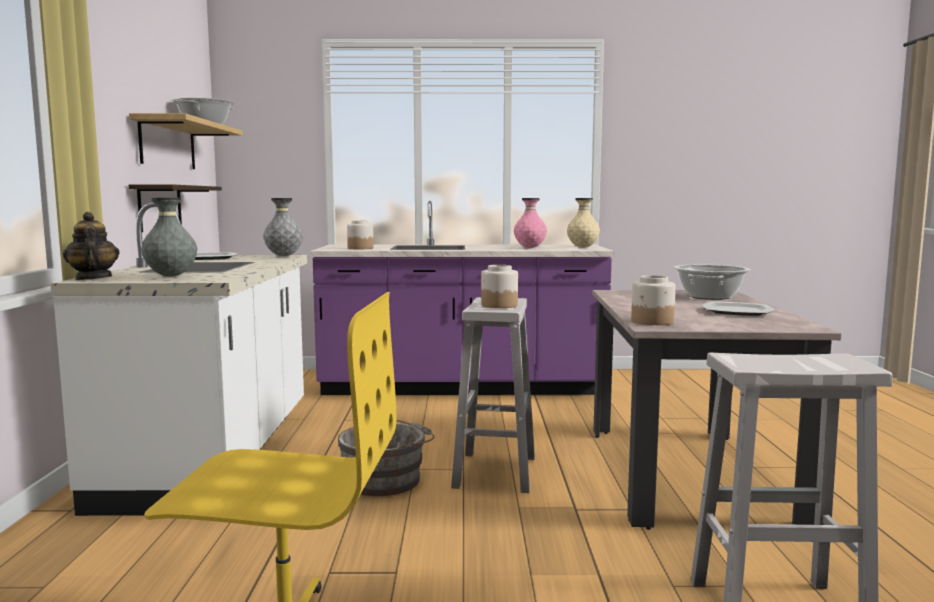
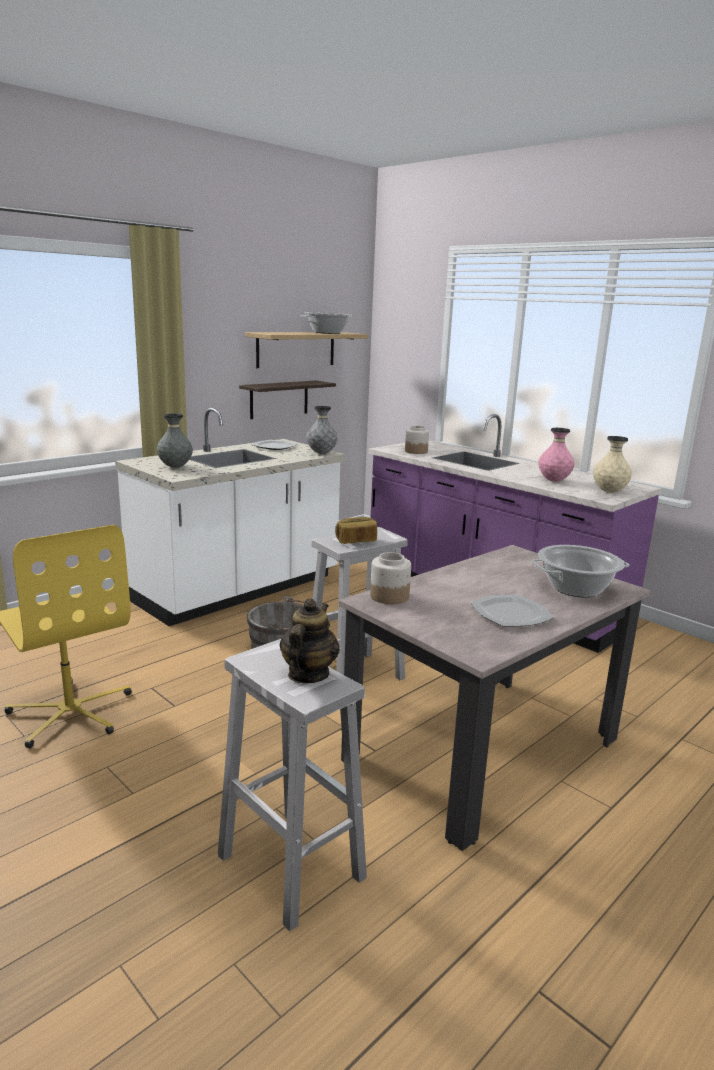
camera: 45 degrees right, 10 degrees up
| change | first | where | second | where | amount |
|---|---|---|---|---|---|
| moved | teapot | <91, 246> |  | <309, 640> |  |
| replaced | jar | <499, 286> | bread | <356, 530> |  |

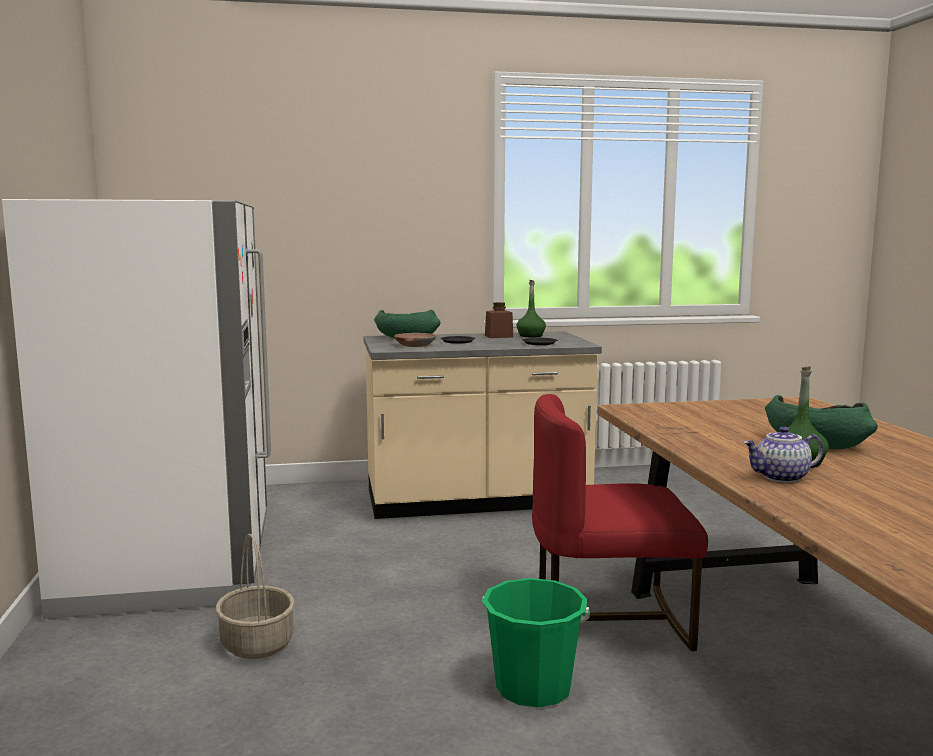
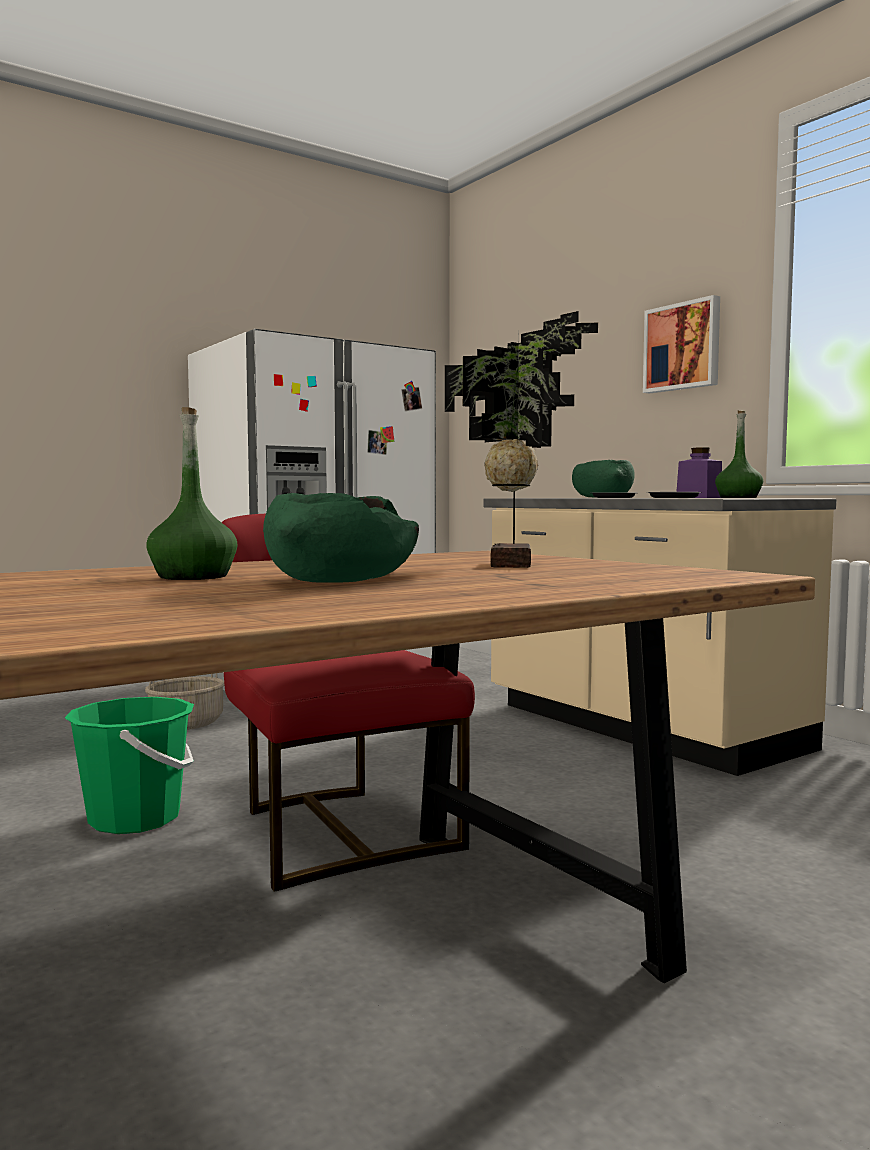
camera: 65 degrees right, 5 degrees down
| change | first | where | second | where | amount |
|---|---|---|---|---|---|
| removed | brown serving bowl | <415, 340> |  |  |  |
| removed | teapot | <783, 455> |  |  |  |
| added |  |  | potted plant | <521, 439> |  |
| added |  |  | picture | <681, 344> |  |
| recoloured | brown jar | <499, 320> | purplish jar | <699, 472> |  |

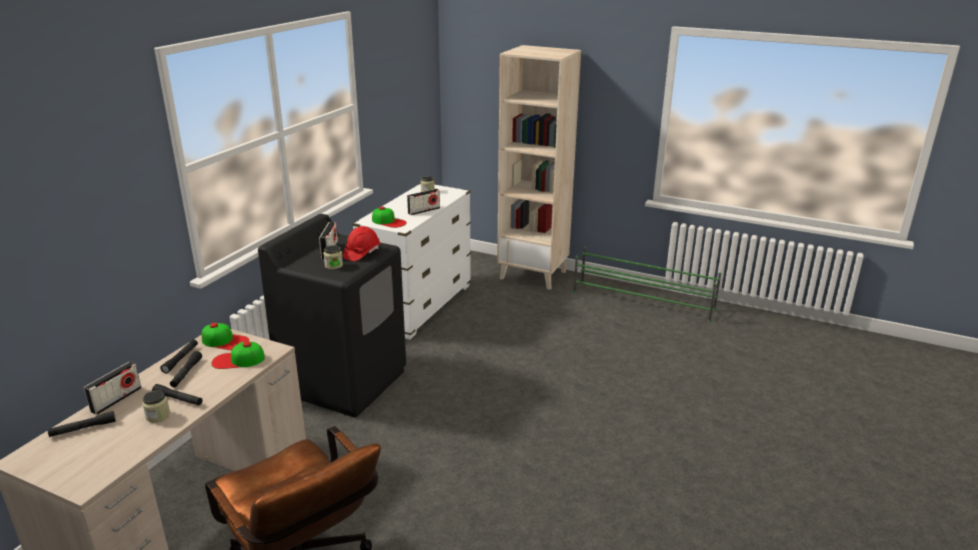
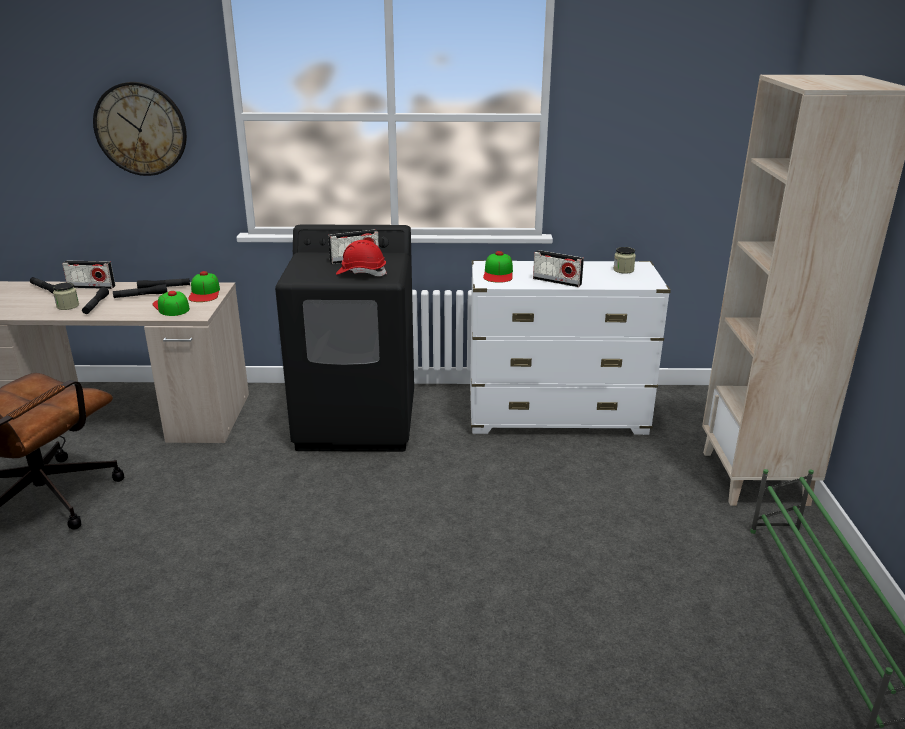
camera: 65 degrees right, 0 degrees up
| change | first | where | second | where | amount |
|---|---|---|---|---|---|
| removed | jar | <333, 257> |  |  |  |
| added |  |  | wall clock | <140, 129> |  |

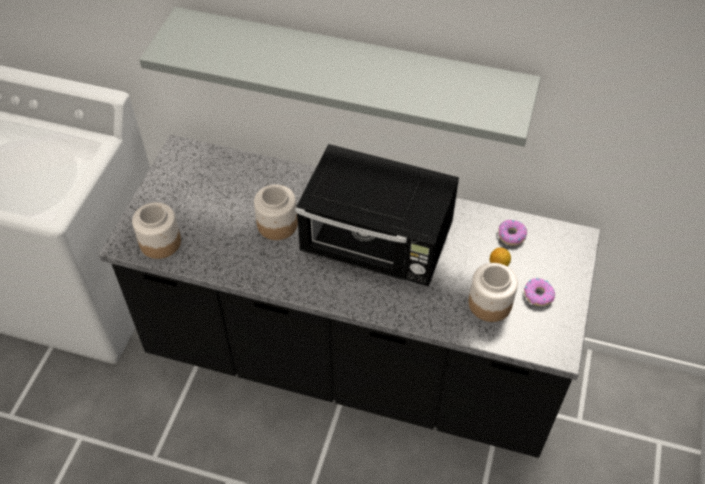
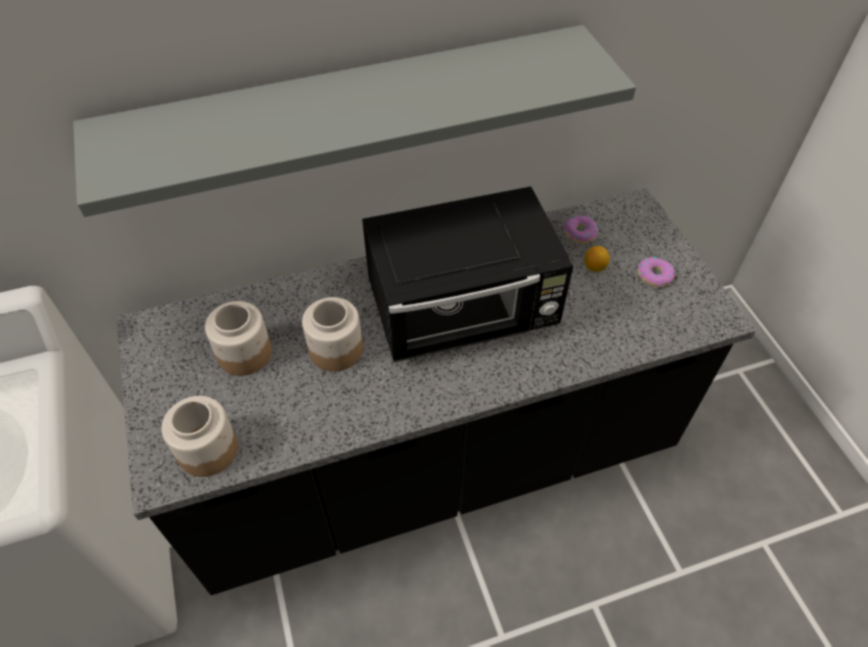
camera: 35 degrees left, 0 degrees up
| change | first | where | second | where | amount |
|---|---|---|---|---|---|
| moved | jar | <493, 292> |  | <238, 338> |  |

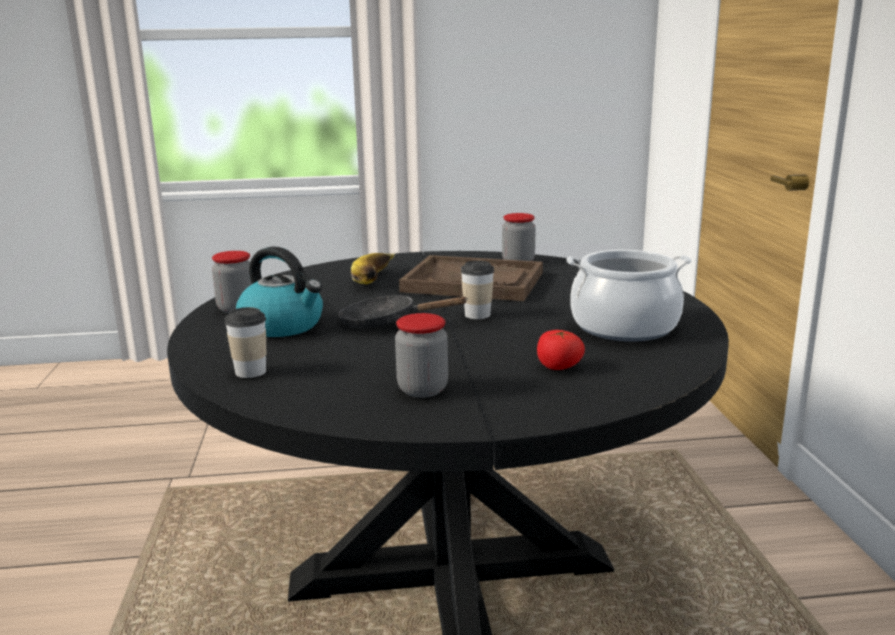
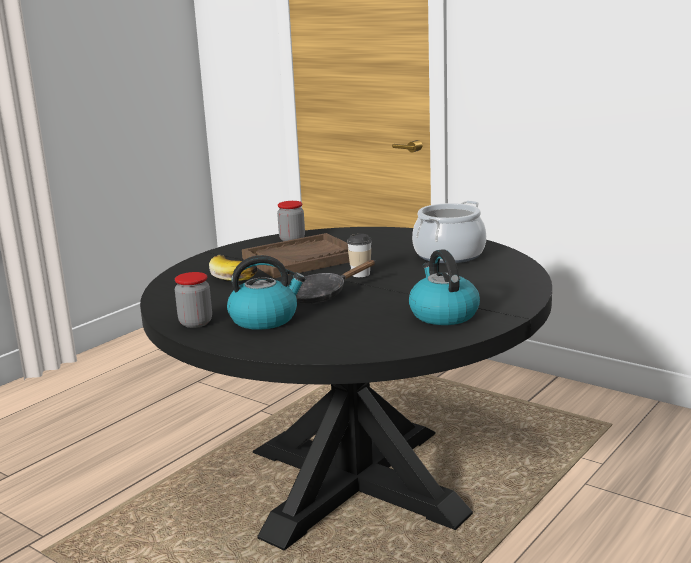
camera: 45 degrees left, 0 degrees up
| change | first | where | second | where | amount |
|---|---|---|---|---|---|
| removed | cup | <245, 342> |  |  |  |
| removed | tomato | <561, 350> |  |  |  |
| replaced | jar | <421, 355> | tea kettle | <444, 287> |  |

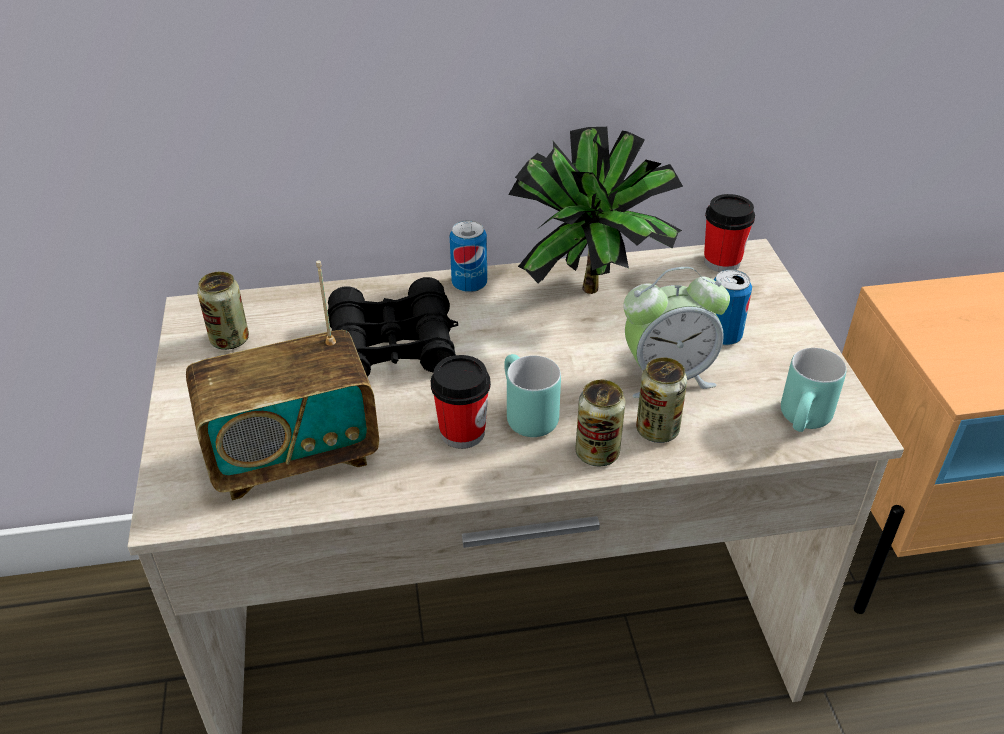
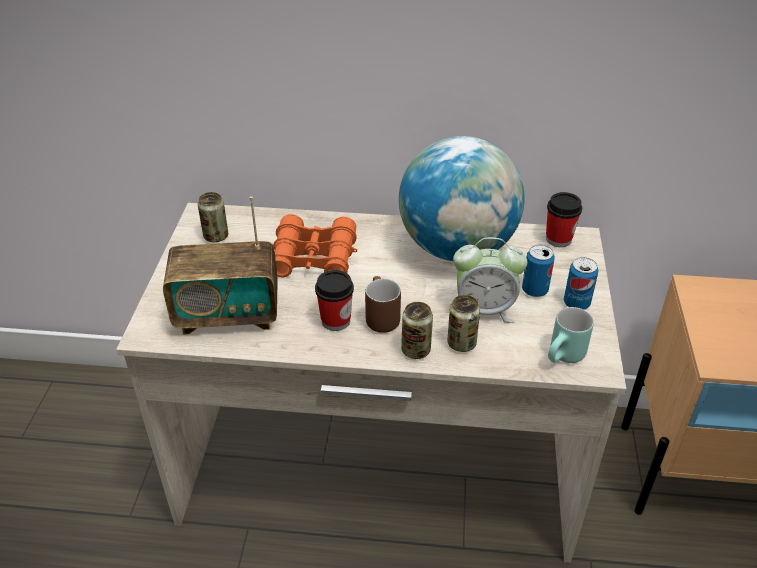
camera: 15 degrees right, 0 degrees up
| change | first | where | second | where | amount |
|---|---|---|---|---|---|
| moved | sealed can | <468, 256> |  | <581, 283> |  |
| replaced | potted plant | <595, 210> | world globe | <462, 198> |  |
| recoloured | black-coloured field glasses | <393, 327> | orangey field glasses | <315, 246> |  |
| recoloured | turquoise coffee mug | <532, 395> | brown coffee mug | <383, 304> |  |

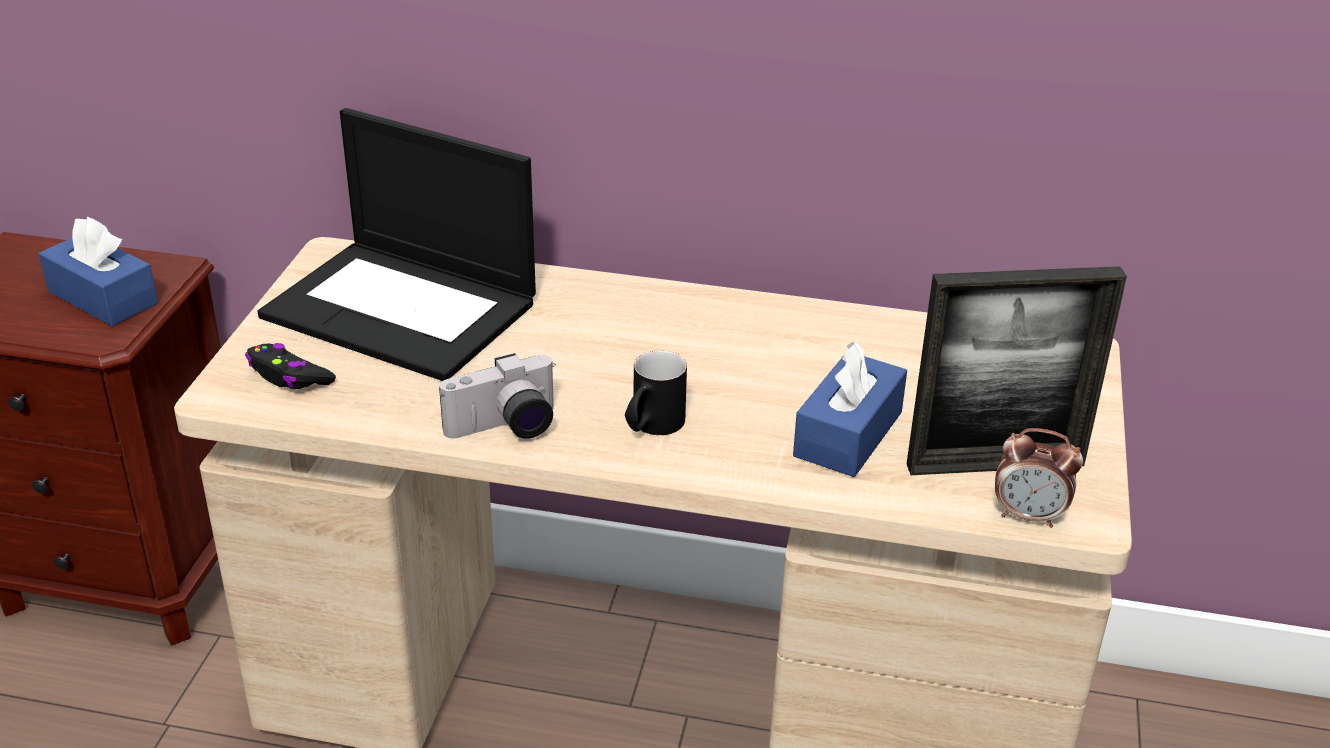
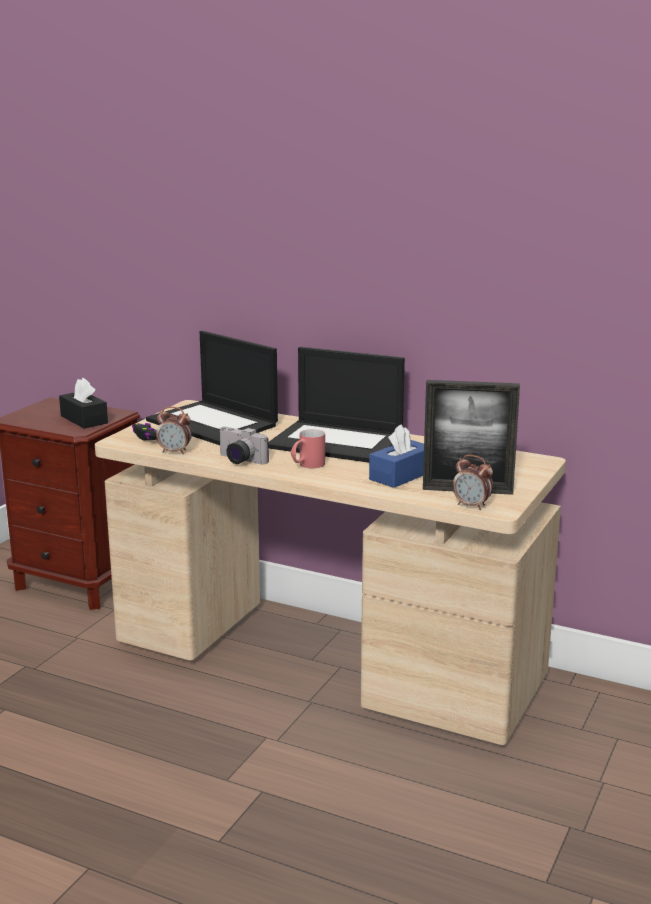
camera: 15 degrees right, 15 degrees down
| change | first | where | second | where | amount |
|---|---|---|---|---|---|
| added |  |  | alarm clock | <174, 430> |  |
| added |  |  | laptop | <336, 405> |  |
| recoloured | bluish tissue box | <98, 271> | black-coloured tissue box | <83, 403> |  |
| recoloured | black-coloured coffee mug | <656, 392> | red-coloured coffee mug | <308, 448> |  |
| turned | photo camera | <497, 396> |  | <243, 445> | 45 degrees clockwise |

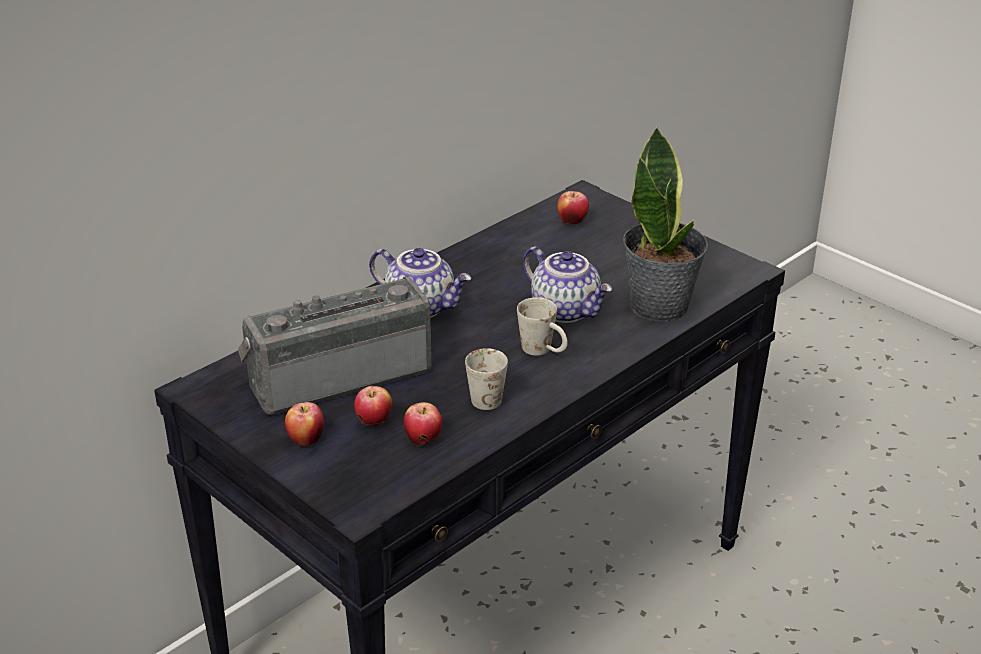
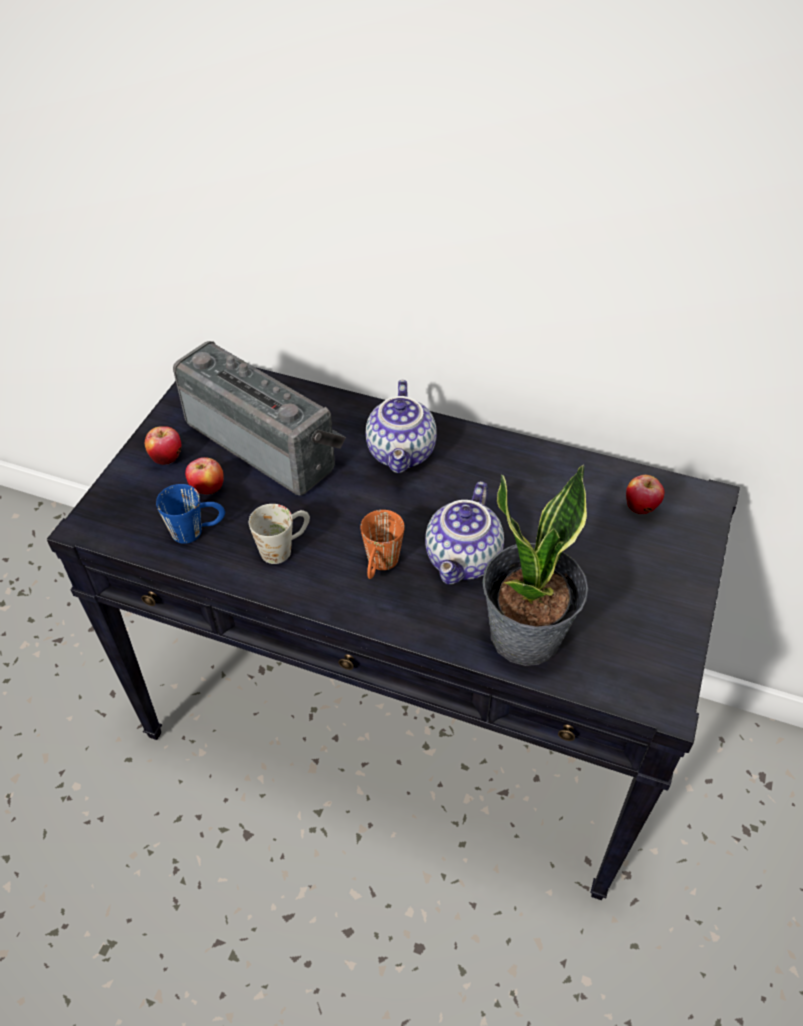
camera: 65 degrees right, 15 degrees up
| change | first | where | second | where | amount |
|---|---|---|---|---|---|
| replaced | apple | <423, 424> | bluish coffee mug | <190, 514> |  |
| recoloured | white coffee mug | <542, 326> | orangey coffee mug | <382, 544> |  |

